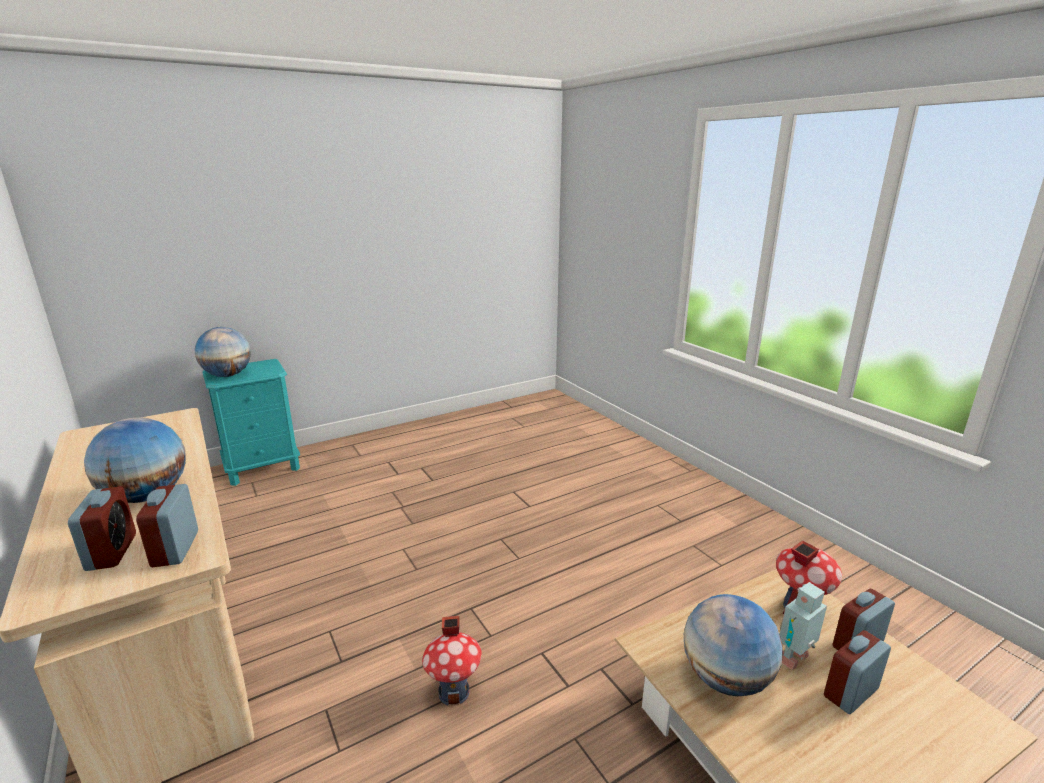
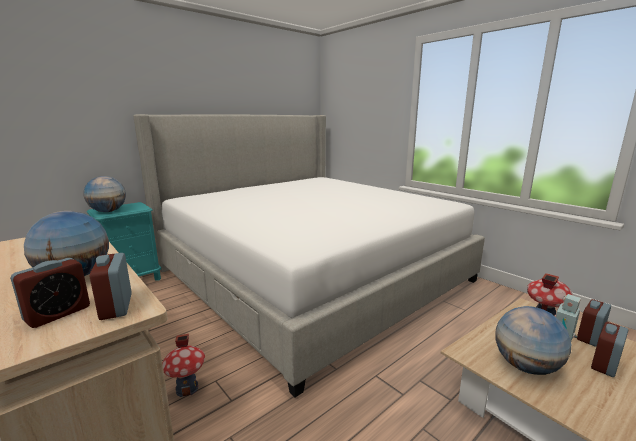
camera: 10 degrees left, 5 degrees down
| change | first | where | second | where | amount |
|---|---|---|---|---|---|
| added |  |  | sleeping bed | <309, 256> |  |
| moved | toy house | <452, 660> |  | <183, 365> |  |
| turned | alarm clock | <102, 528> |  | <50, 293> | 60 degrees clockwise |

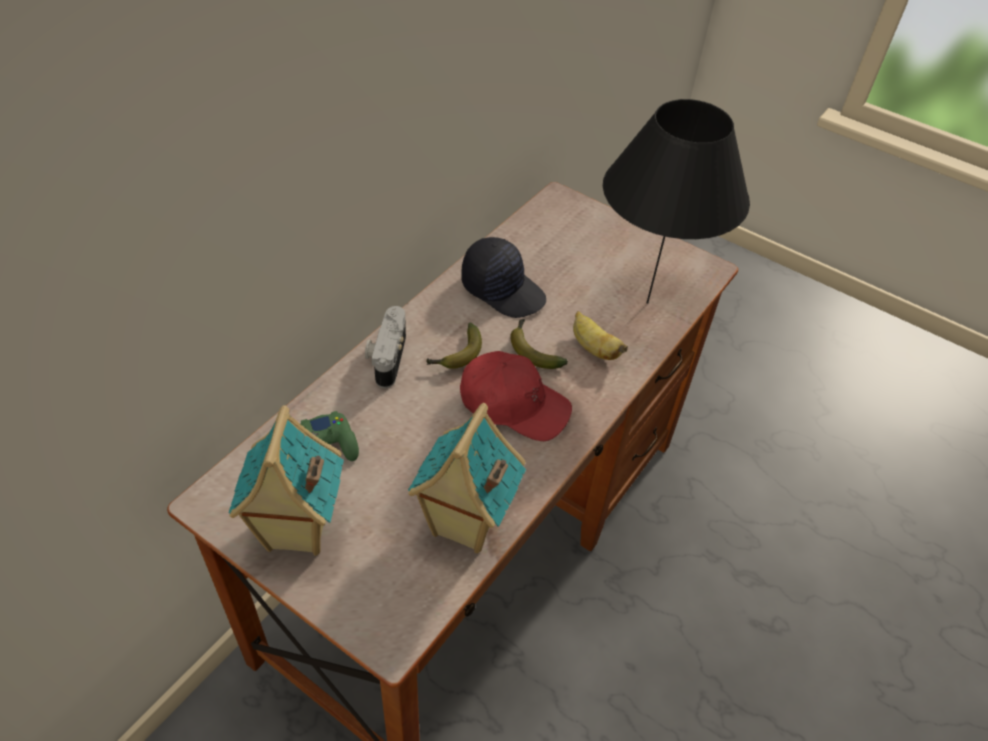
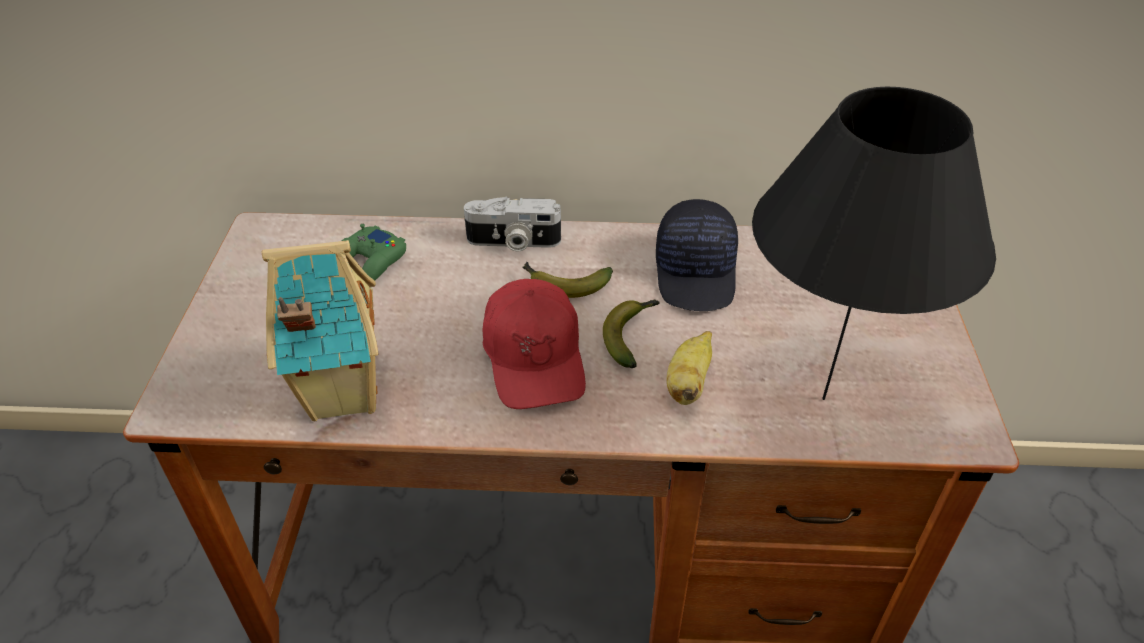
camera: 60 degrees right, 5 degrees down
| change | first | where | second | where | amount |
|---|---|---|---|---|---|
| removed | toy house | <286, 480> |  |  |  |
| turned | photo camera | <385, 347> |  | <512, 224> | 150 degrees counterclockwise |

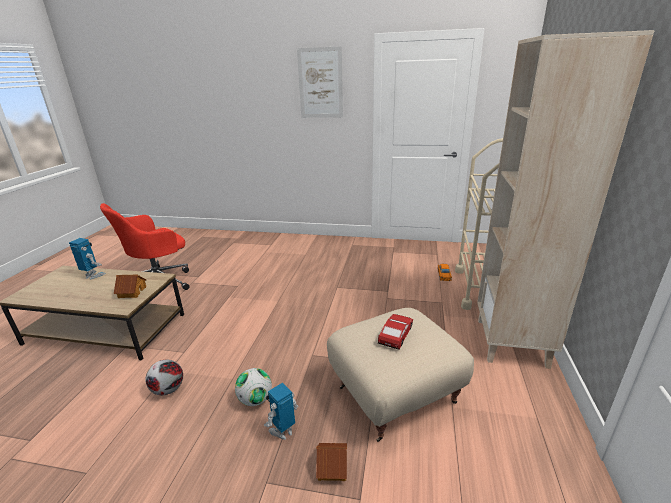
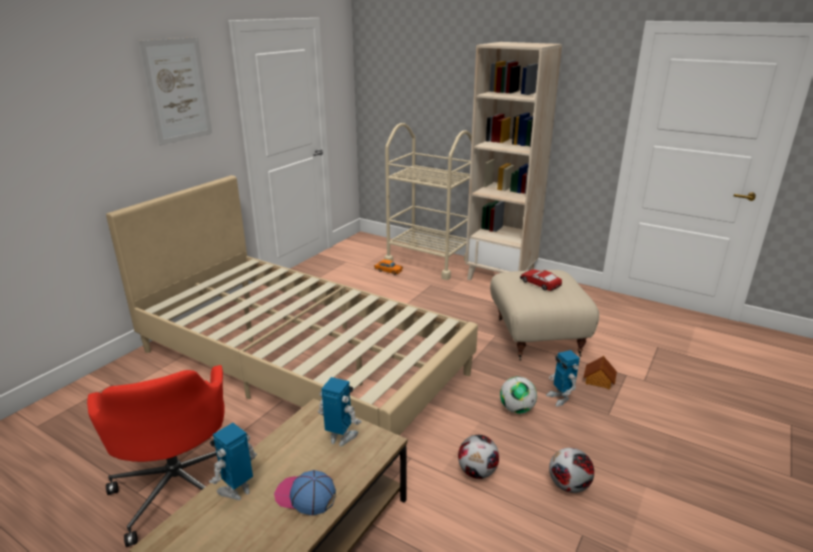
camera: 70 degrees left, 0 degrees up
| change | first | where | second | where | amount |
|---|---|---|---|---|---|
| added |  |  | beige sleeping bed | <292, 320> |  |
| added |  |  | baseball cap | <305, 493> |  |
| added |  |  | football ball | <571, 470> |  |
| replaced | toy house | <130, 286> | robot figure | <340, 411> |  |

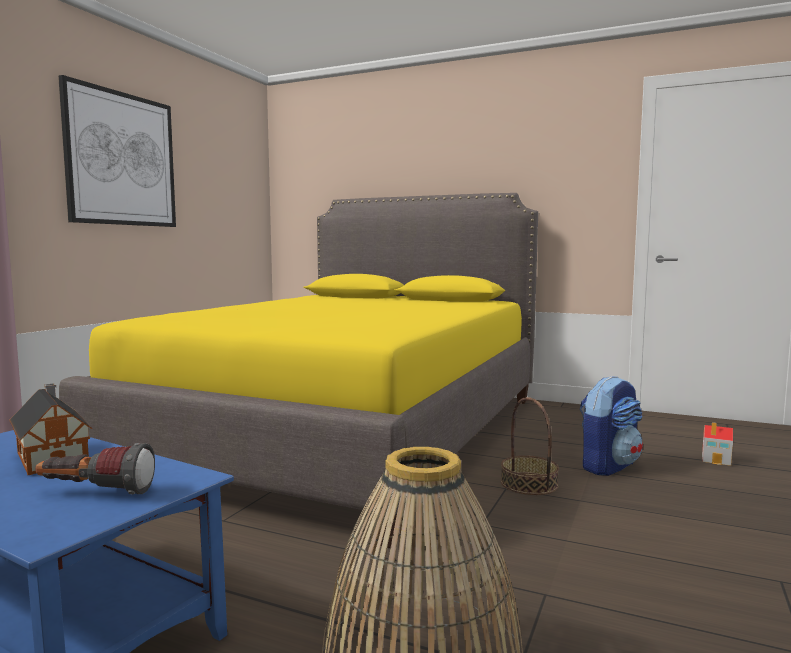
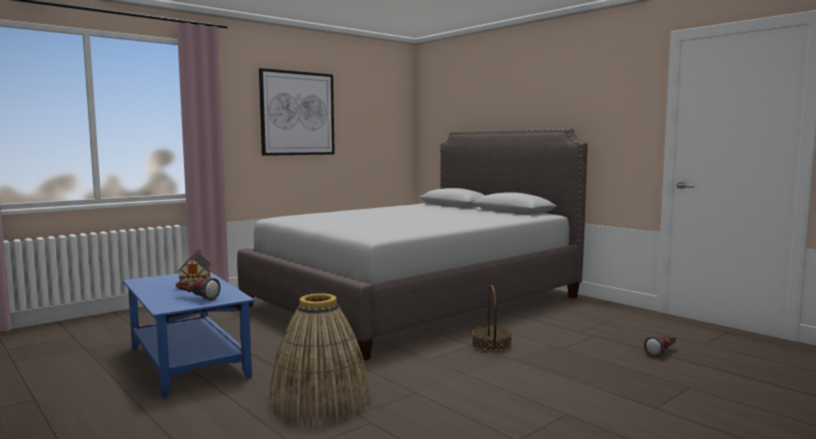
camera: 25 degrees right, 0 degrees up
| change | first | where | second | where | amount |
|---|---|---|---|---|---|
| removed | backpack | <611, 426> |  |  |  |
| replaced | toy house | <717, 444> | hand torch | <660, 346> |  |
| recoloured | yellowish sleeping bed | <298, 370> | grey sleeping bed | <412, 244> |  |

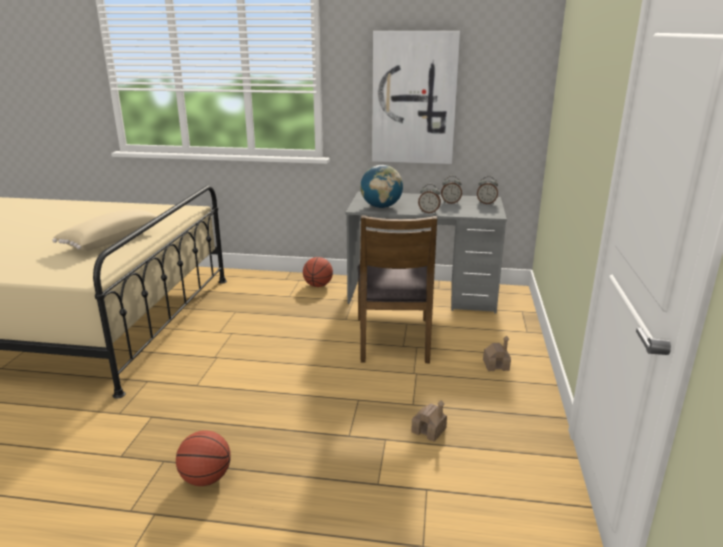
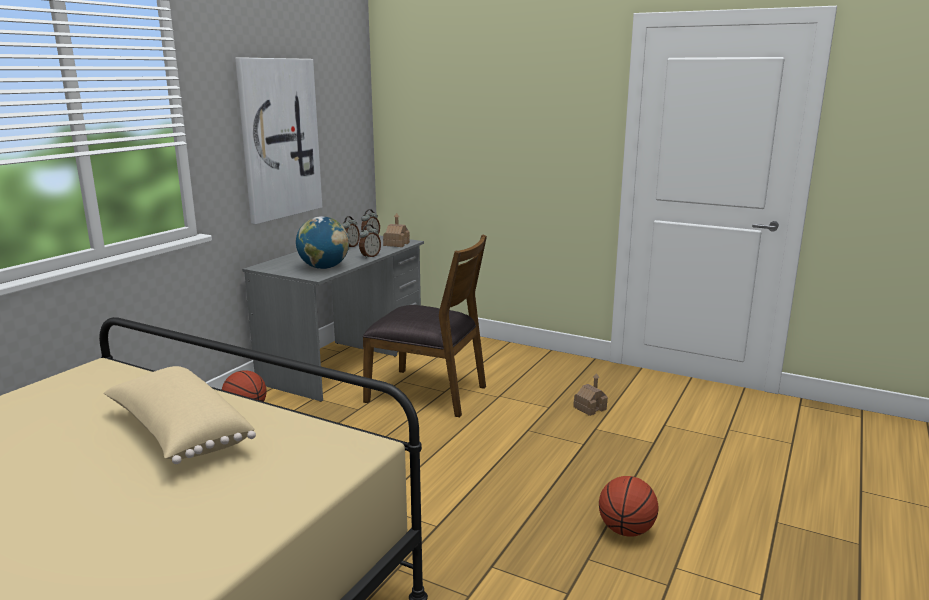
camera: 70 degrees left, 5 degrees down
| change | first | where | second | where | amount |
|---|---|---|---|---|---|
| moved | toy house | <497, 353> |  | <396, 230> |  |

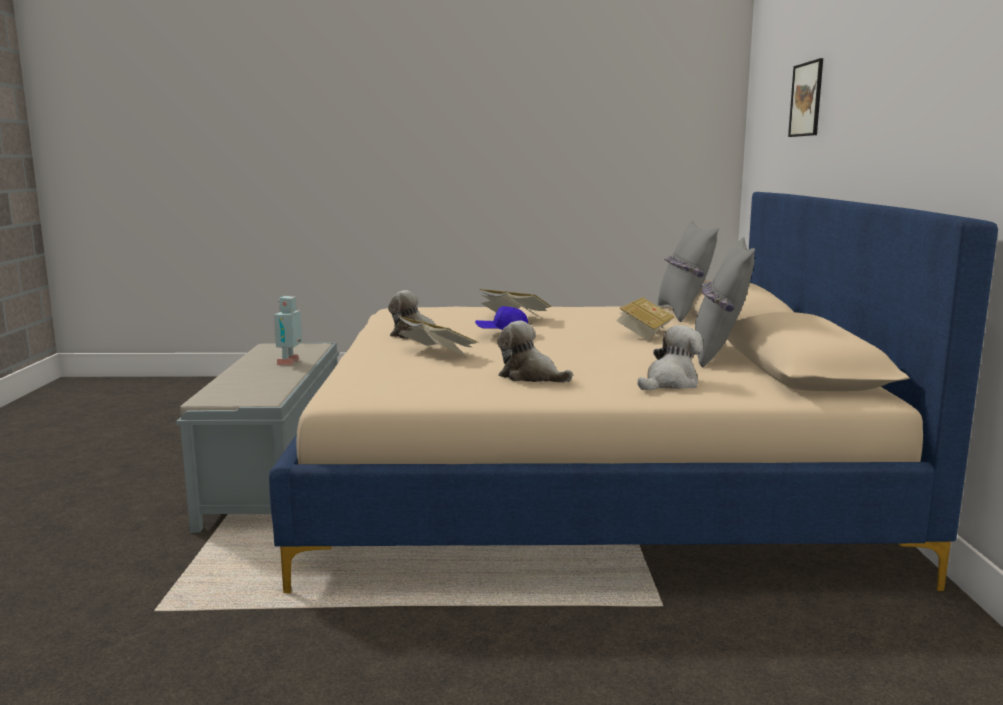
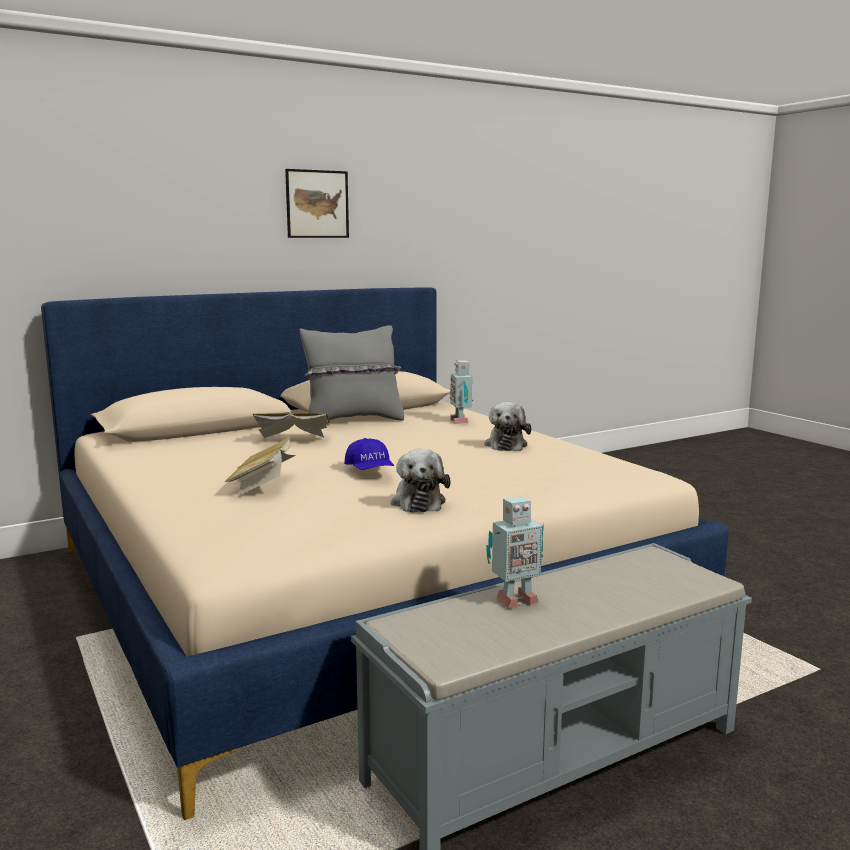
camera: 120 degrees left, 0 degrees up
| change | first | where | second | where | amount |
|---|---|---|---|---|---|
| removed | bound book | <438, 336> |  |  |  |
| removed | grey cushion | <688, 271> |  |  |  |
| moved | picture | <805, 97> |  | <317, 203> |  |
| replaced | plush toy | <670, 357> | robot figure | <461, 392> |  |

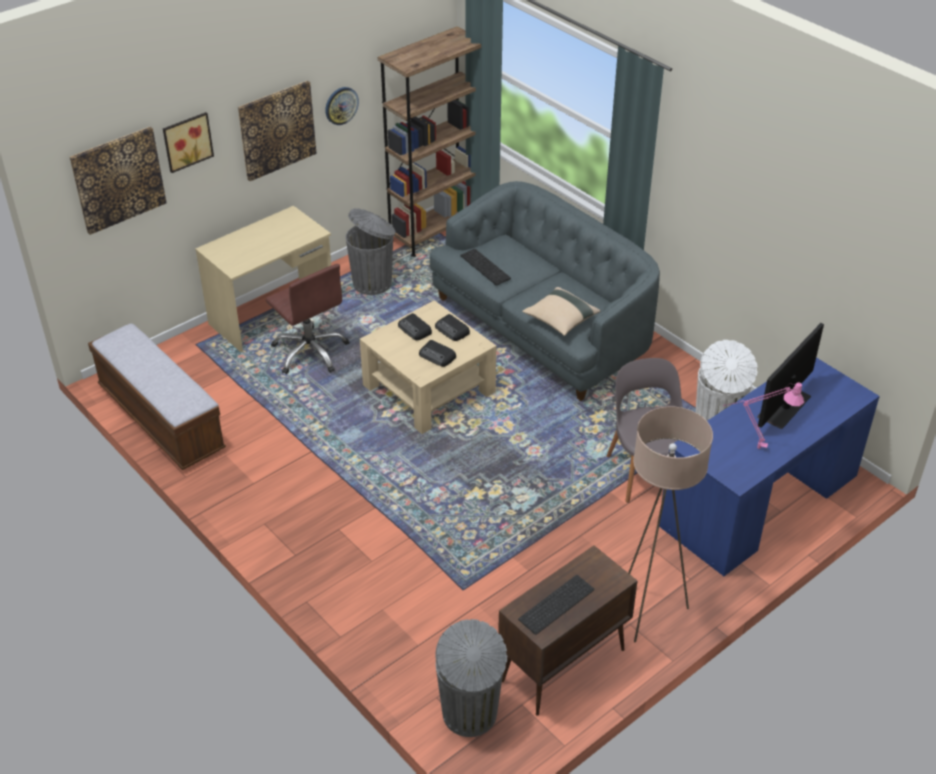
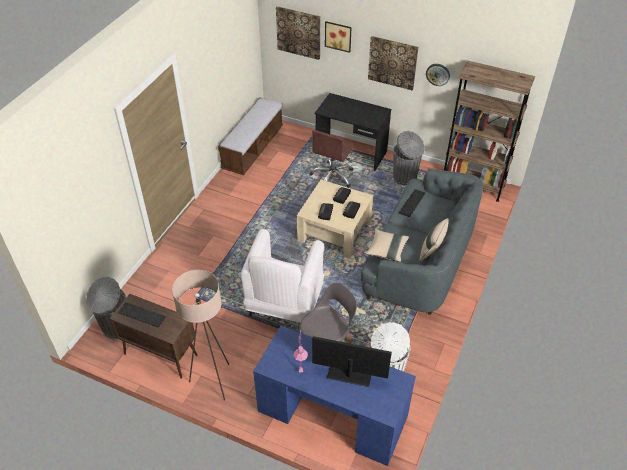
camera: 65 degrees right, 5 degrees up
| change | first | where | second | where | amount |
|---|---|---|---|---|---|
| added |  |  | white easy chair | <282, 276> |  |
| added |  |  | beige cushion | <434, 239> |  |
| recoloured | beige desk | <263, 279> | black-coloured desk | <353, 132> |  |

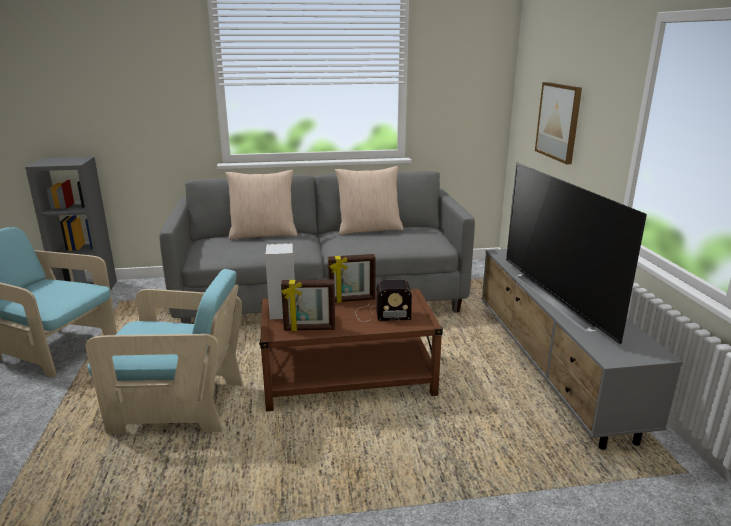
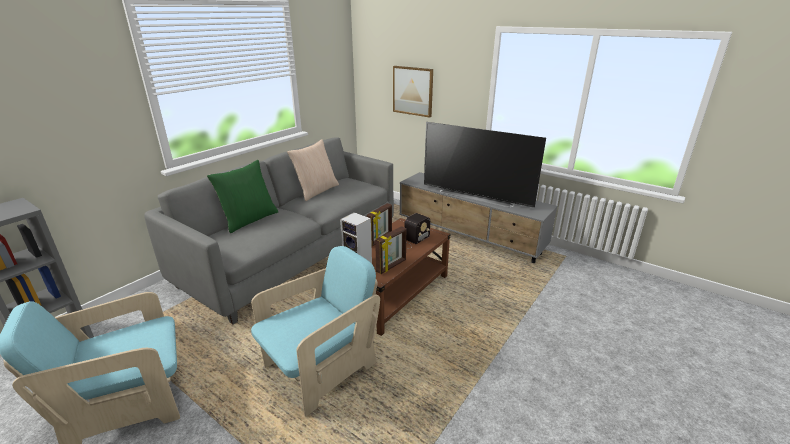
camera: 45 degrees left, 5 degrees up
| change | first | where | second | where | amount |
|---|---|---|---|---|---|
| recoloured | beige cushion | <261, 205> | greenish cushion | <242, 196> |  |

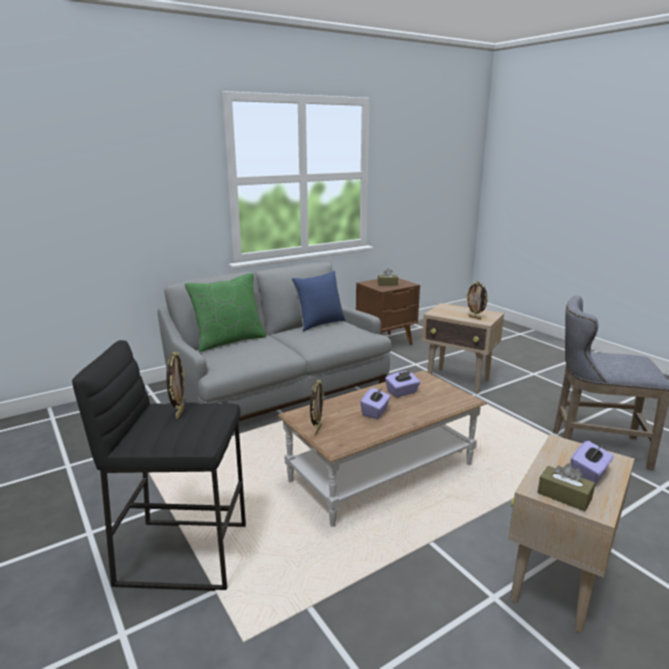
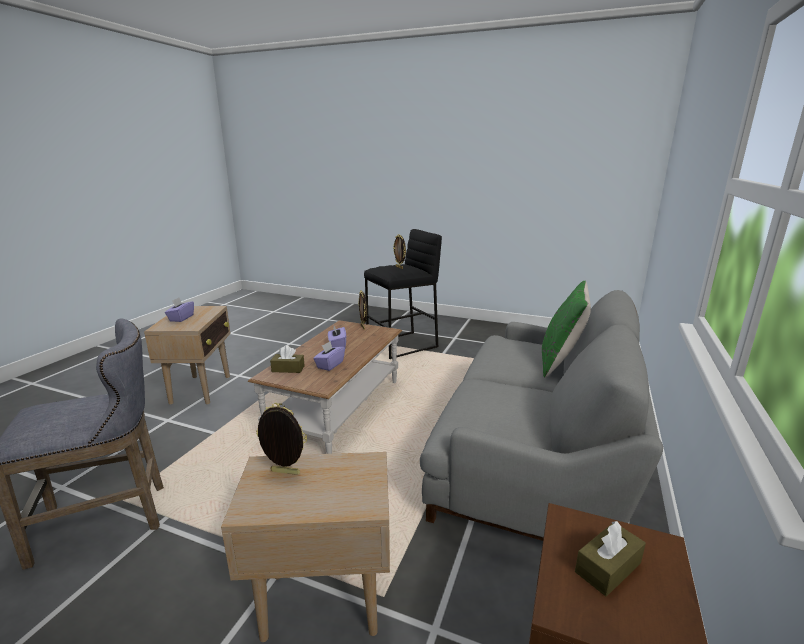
camera: 145 degrees right, 0 degrees up
| change | first | where | second | where | amount |
|---|---|---|---|---|---|
| removed | bluish cushion | <319, 301> |  |  |  |
| moved | brown tissue box | <566, 487> |  | <287, 359> |  |

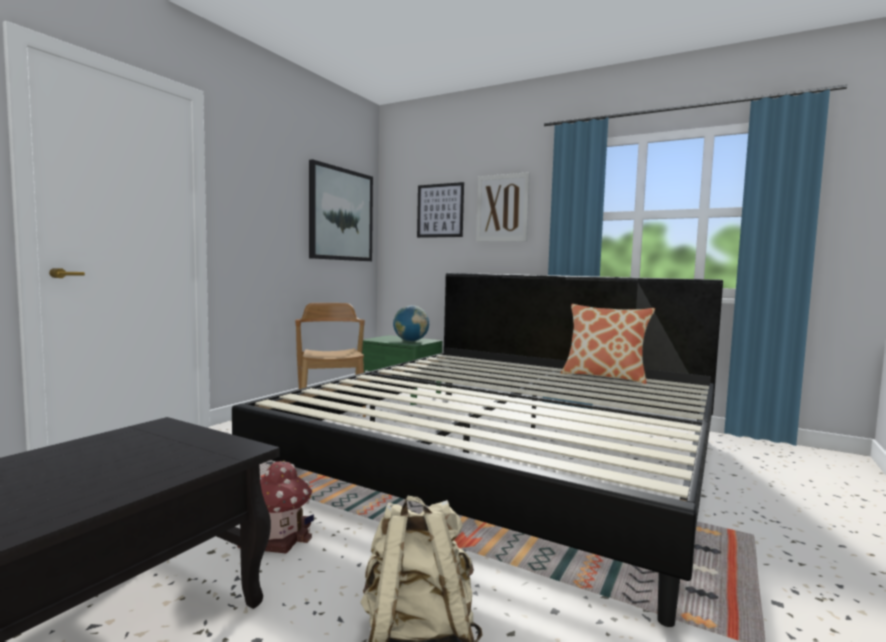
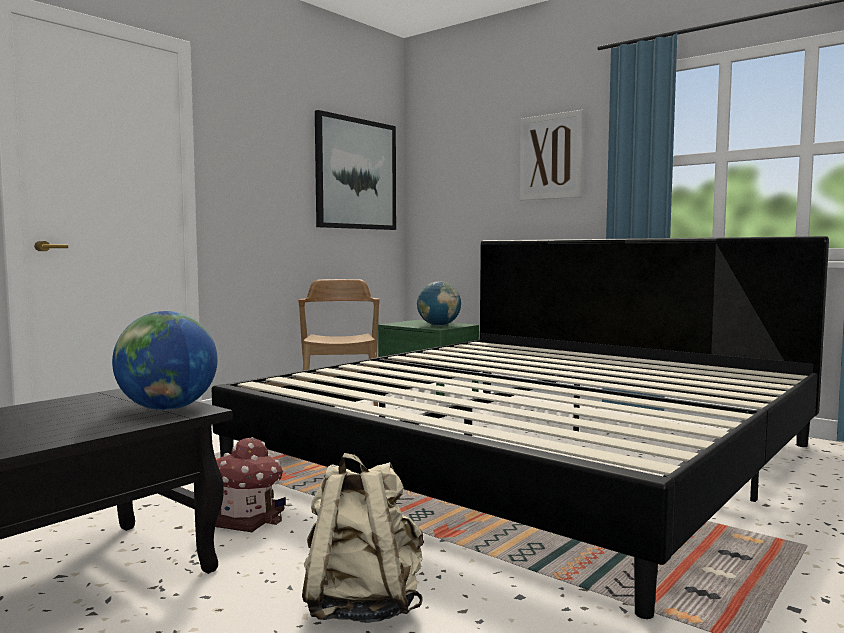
camera: 10 degrees right, 0 degrees up
| change | first | where | second | where | amount |
|---|---|---|---|---|---|
| removed | picture | <440, 210> |  |  |  |
| removed | cushion | <608, 344> |  |  |  |
| added |  |  | world globe | <165, 360> |  |

